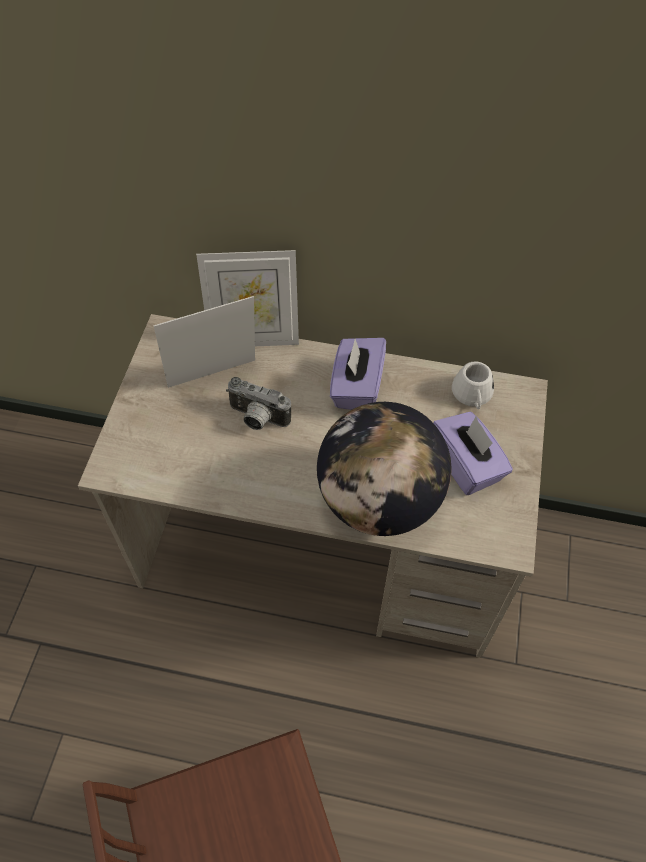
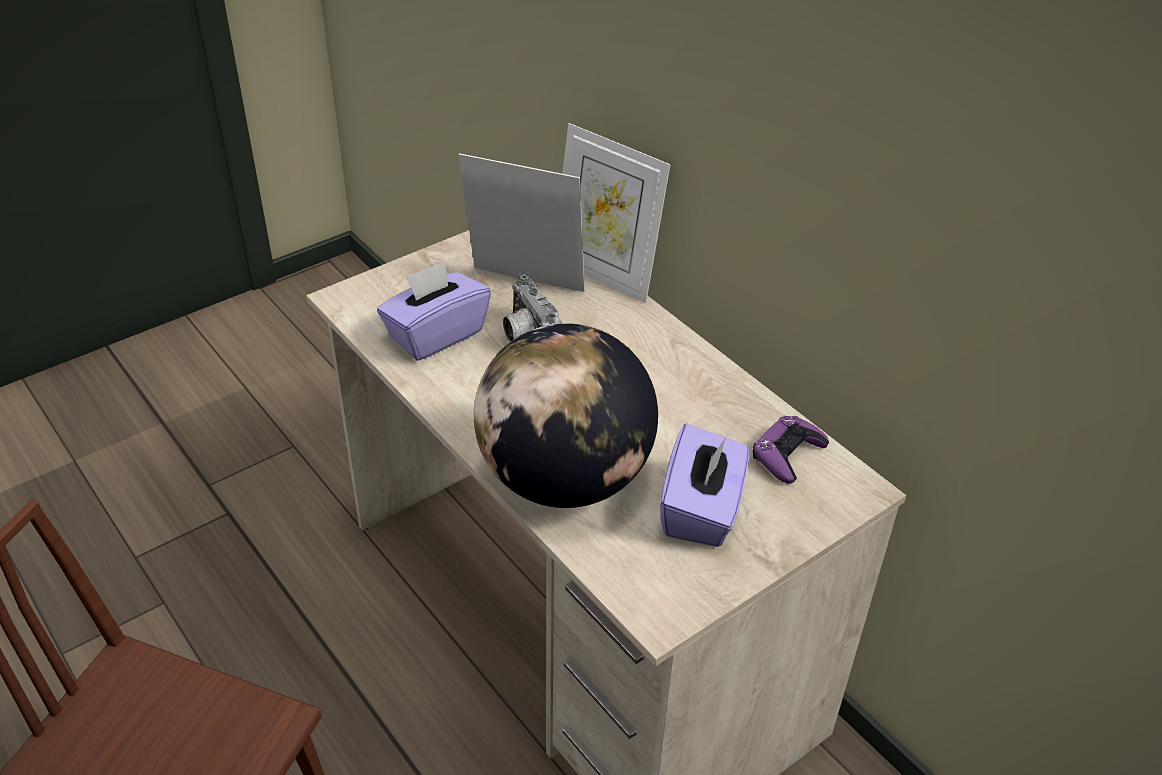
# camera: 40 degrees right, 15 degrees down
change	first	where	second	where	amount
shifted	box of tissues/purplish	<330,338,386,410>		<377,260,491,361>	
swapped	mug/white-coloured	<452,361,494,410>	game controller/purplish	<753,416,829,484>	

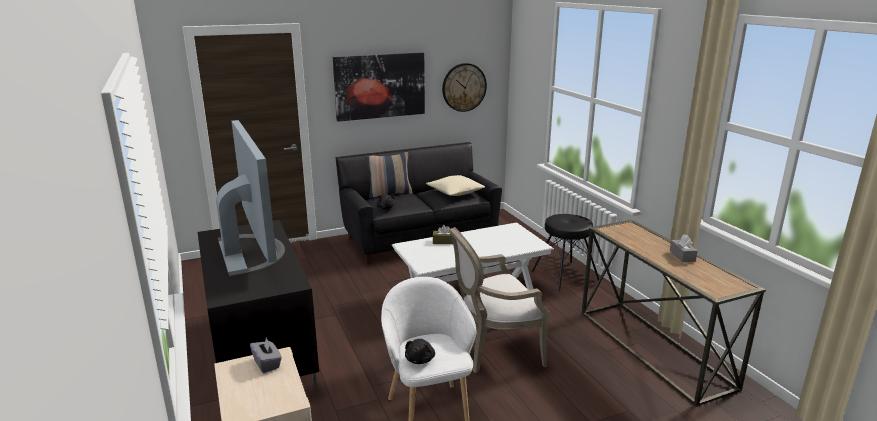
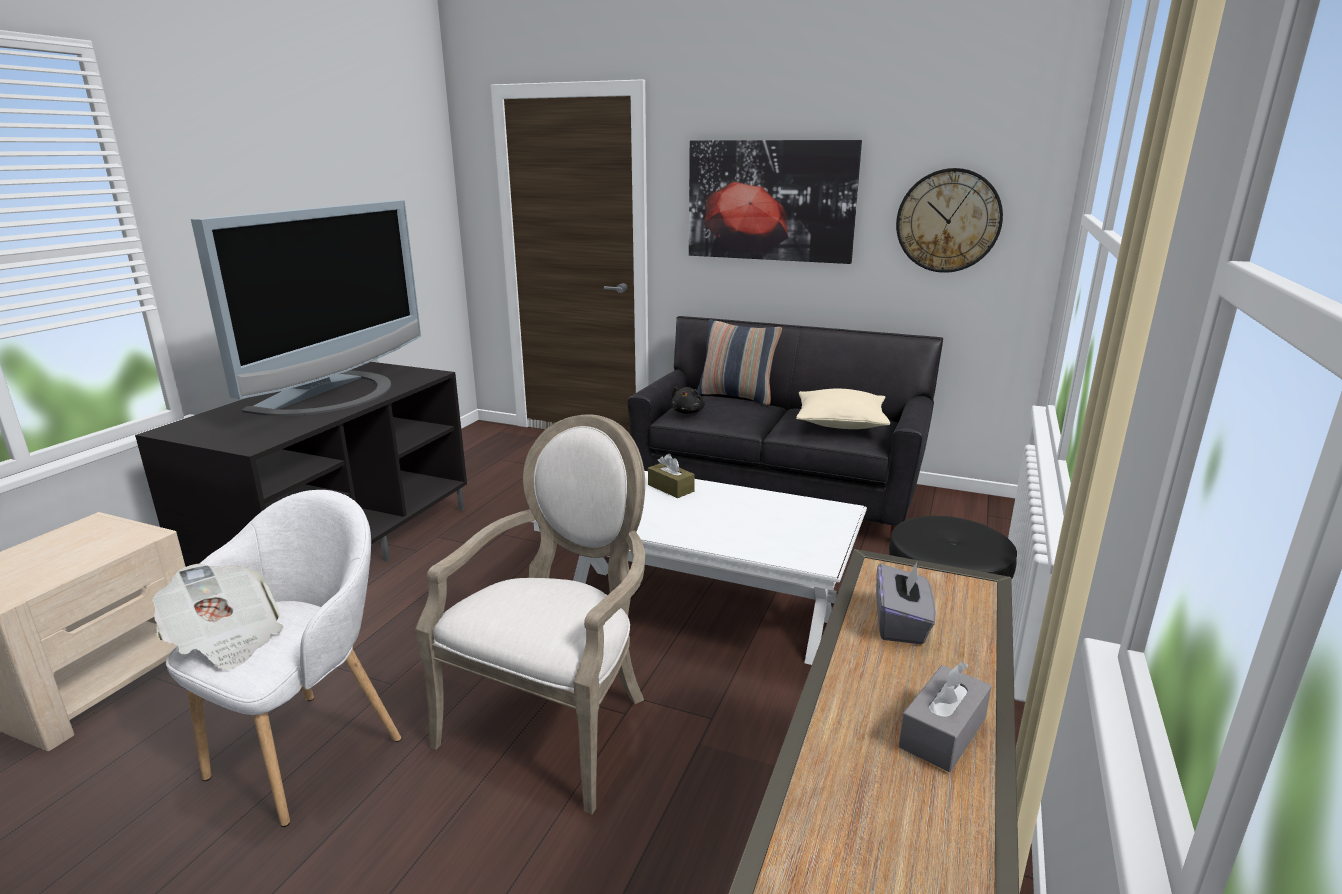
# camera: 45 degrees right, 0 degrees up
change	first	where	second	where	amount
shifted	box of tissues/grey	<250,337,282,373>		<876,563,936,644>	
swapped	cuddly toy/blackish	<405,339,435,364>	printed paper	<153,564,283,670>	
rotated	lounge chair	<449,227,550,373>		<416,415,645,815>	90 degrees clockwise

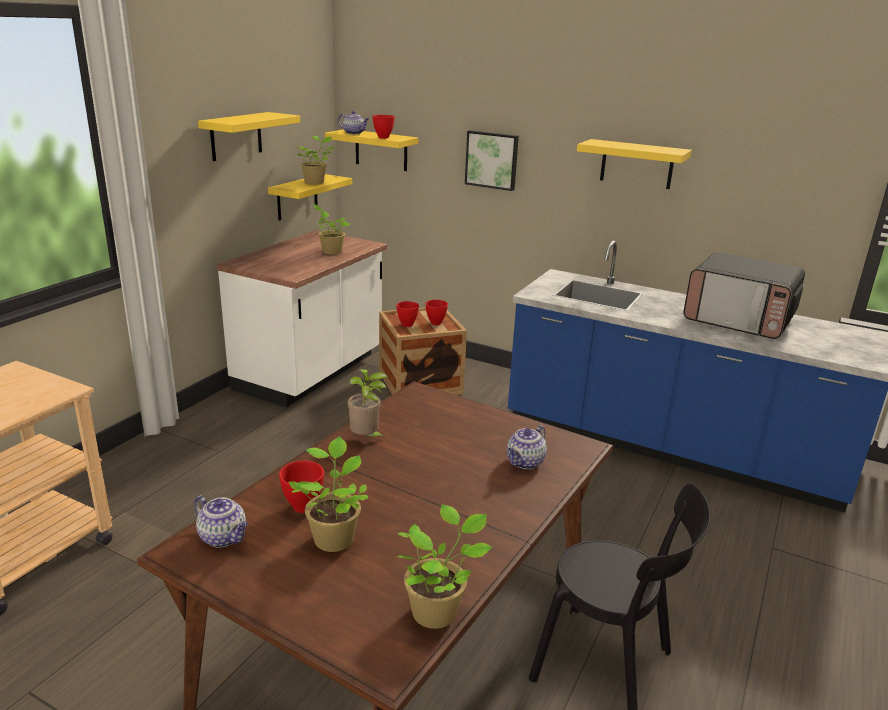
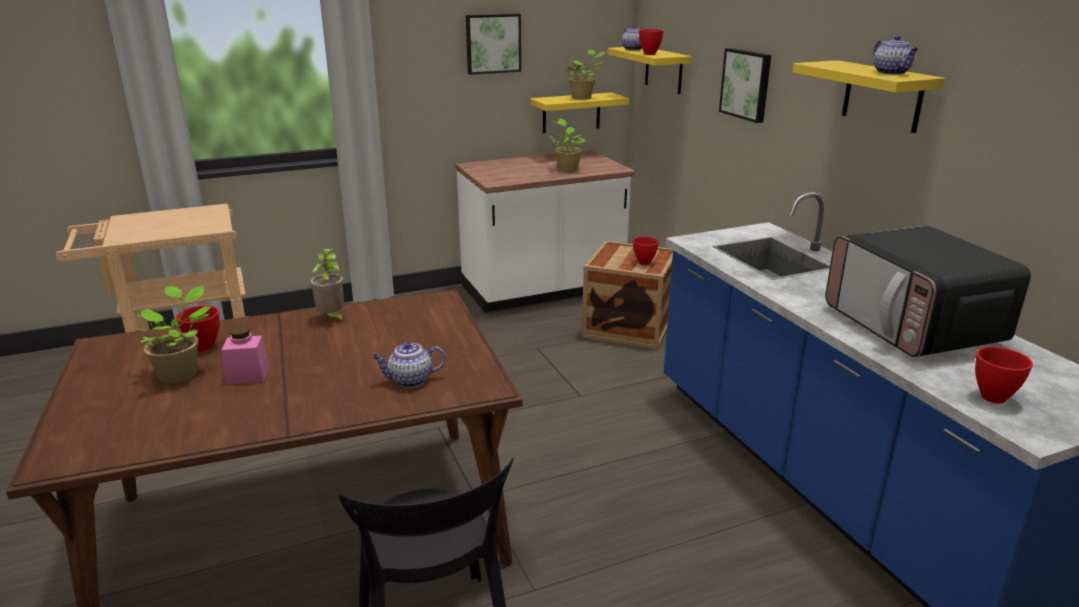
# camera: 40 degrees right, 0 degrees up
change	first	where	second	where	amount
gone	plant in a pot	<397,505,492,629>			
new			storage jar/pinkish	<221,326,269,384>	
shifted	teapot	<194,495,248,548>		<873,35,919,75>	
shifted	deep dish/red-coloured	<396,301,419,327>		<975,347,1033,404>	
swapped	bracket shelf/yellow-coloured	<198,112,300,161>	wall picture	<466,14,521,75>	

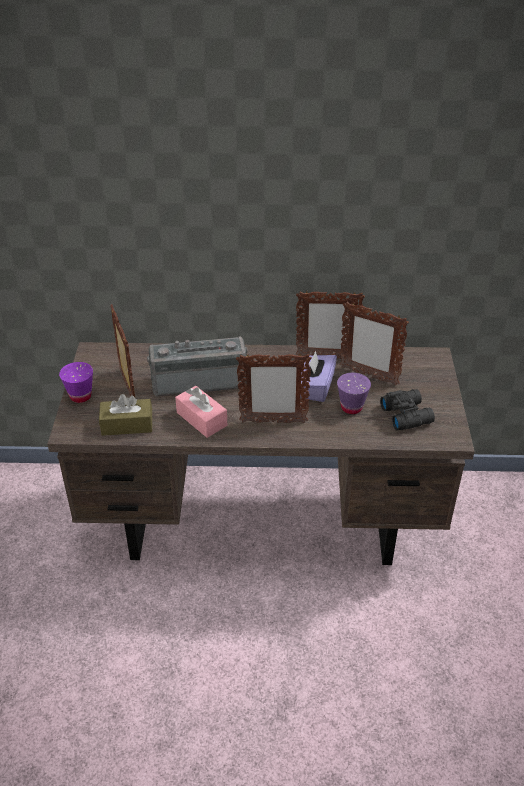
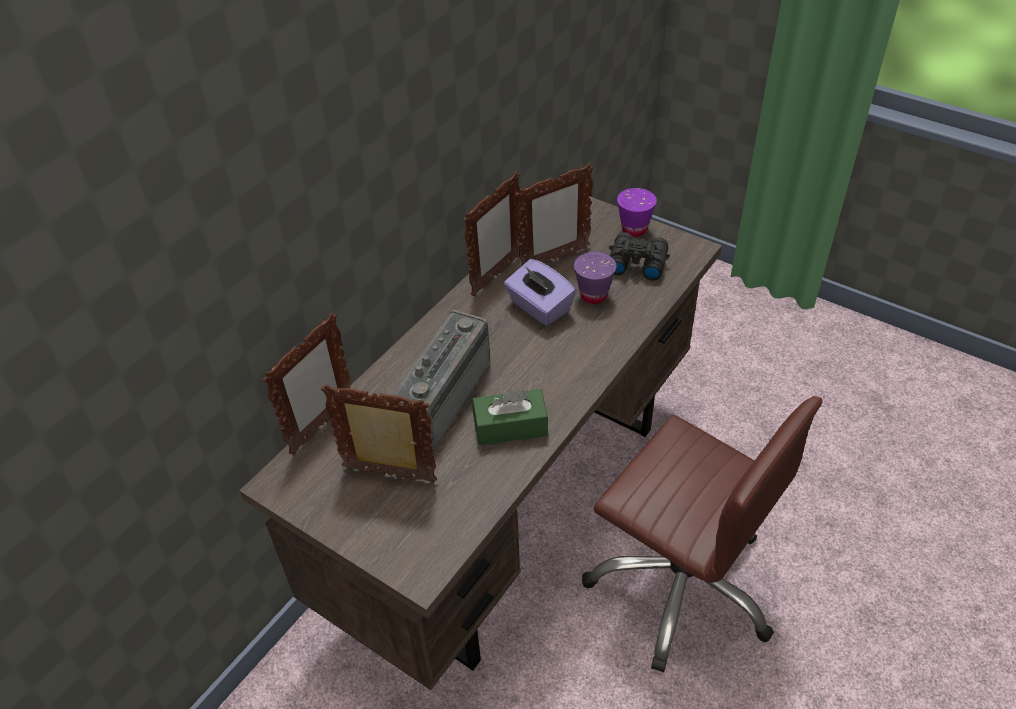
# camera: 55 degrees left, 5 degrees up
change	first	where	second	where	amount
gone	box of tissues/brownish	<99,394,152,436>			
new			office chair/brownish	<582,396,822,672>	
shifted	drinking cup/purplish	<59,362,93,403>		<617,188,657,237>	
shifted	photo frame	<236,353,312,423>		<263,313,351,455>	
repainted	box of tissues/pinkish	<175,386,227,438>	box of tissues/greenish	<472,389,548,445>	

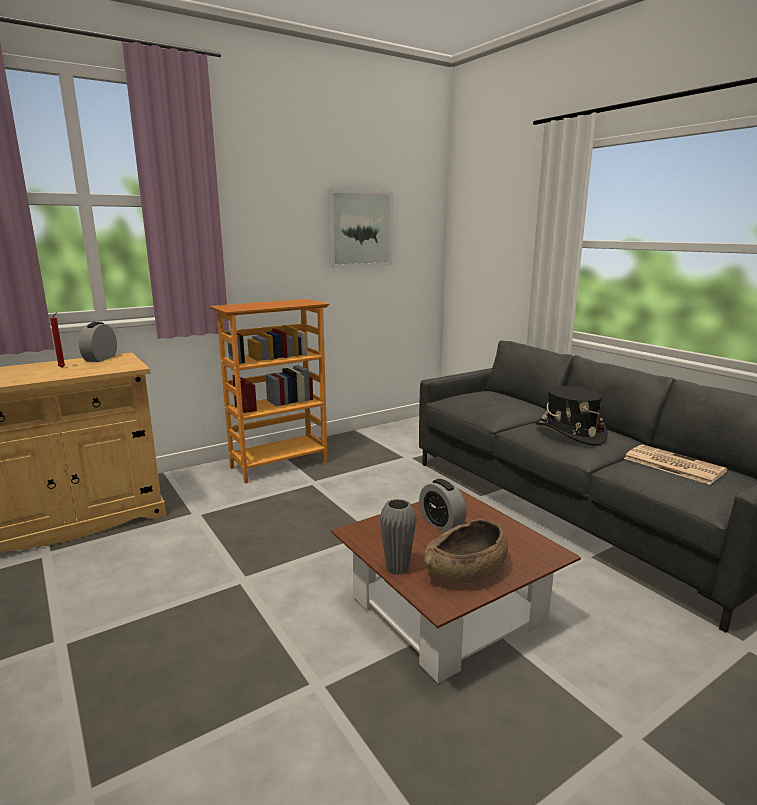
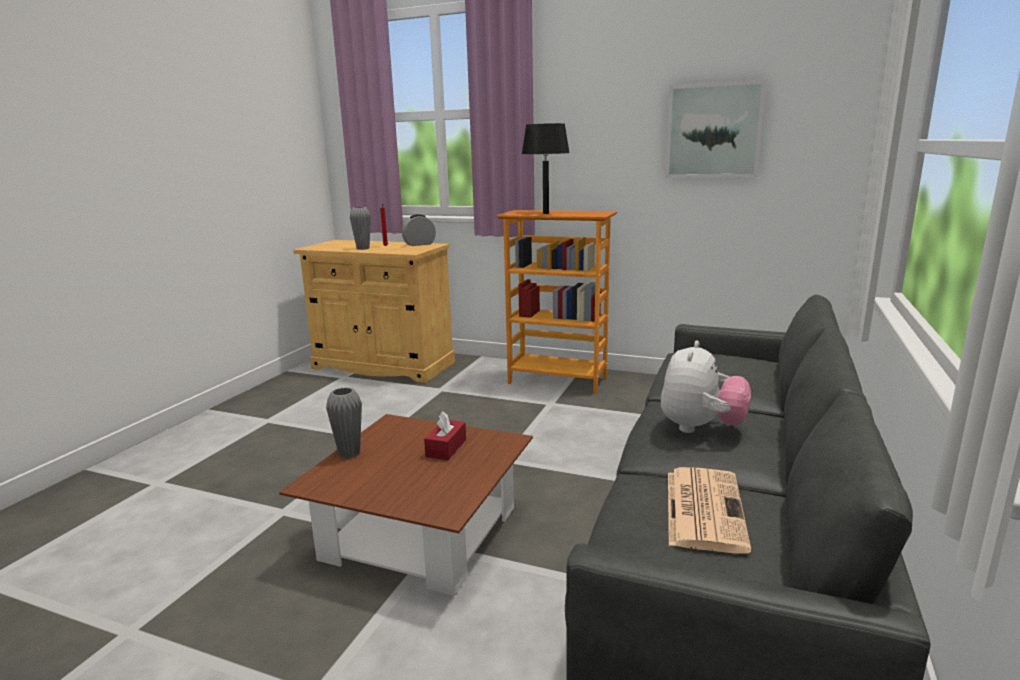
# camera: 55 degrees right, 0 degrees up
change	first	where	second	where	amount
gone	deep dish/brownish	<424,519,508,583>			
new			flower vase/grey	<350,207,371,250>	
new			table lamp/blackish	<522,123,570,214>	
swapped	table clock	<419,479,467,533>	box of tissues/red-coloured	<424,411,466,460>	
swapped	clothing hat/blackish	<535,386,608,446>	cuddly toy	<661,340,751,433>	

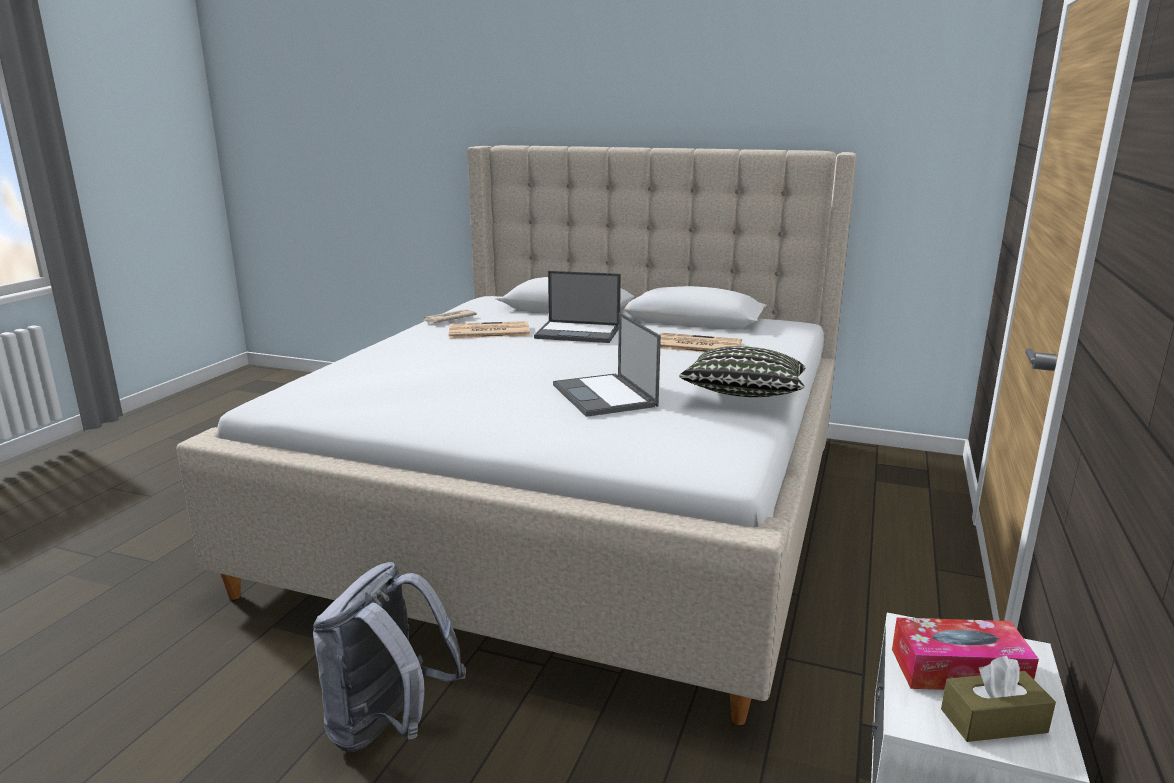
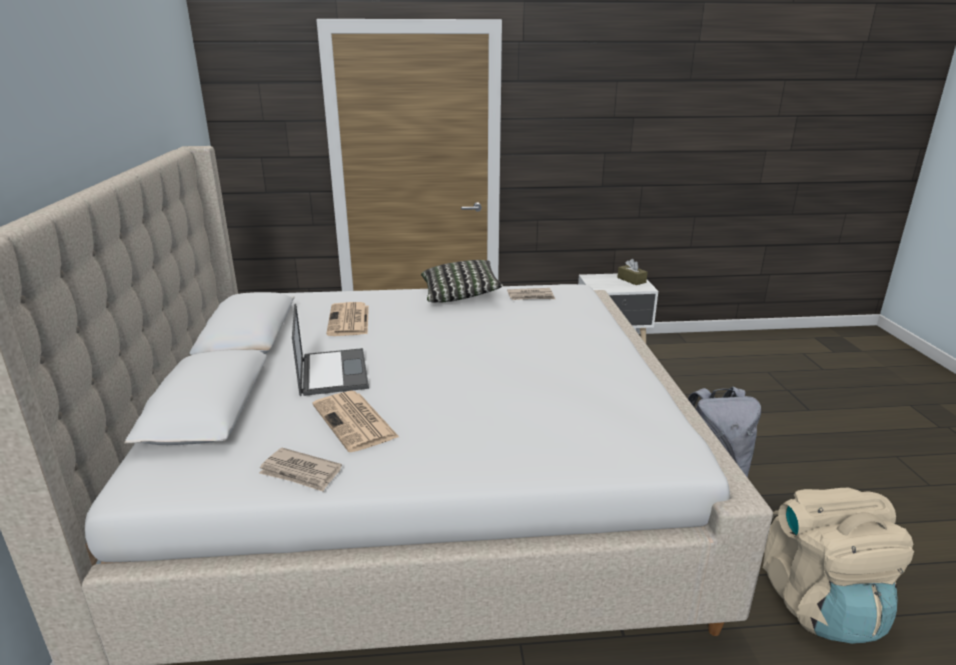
# camera: 115 degrees left, 5 degrees up
change	first	where	second	where	amount
gone	notebook computer	<553,312,661,417>			
gone	box of tissues	<892,618,1039,690>			
new			printed paper	<507,288,555,300>	
new			knapsack/beige-coloured	<763,487,914,644>	

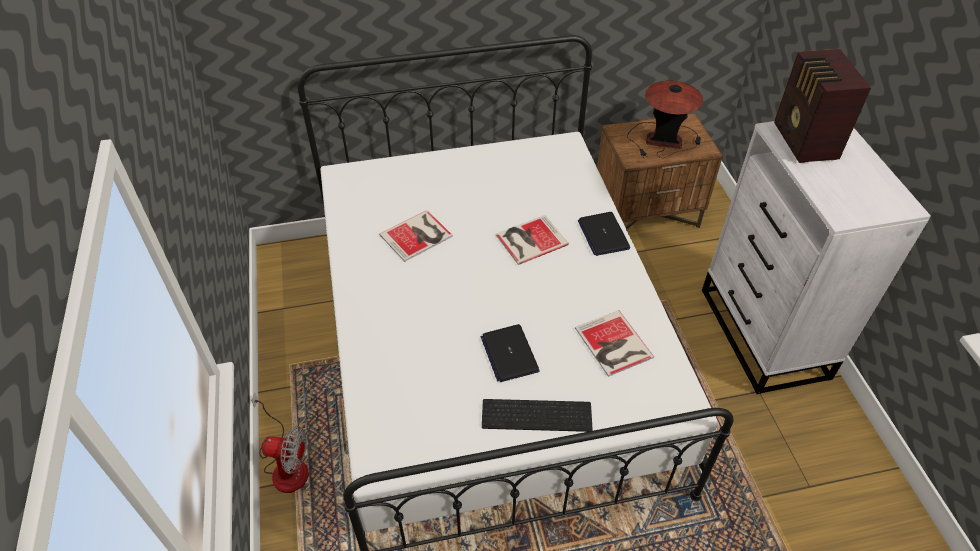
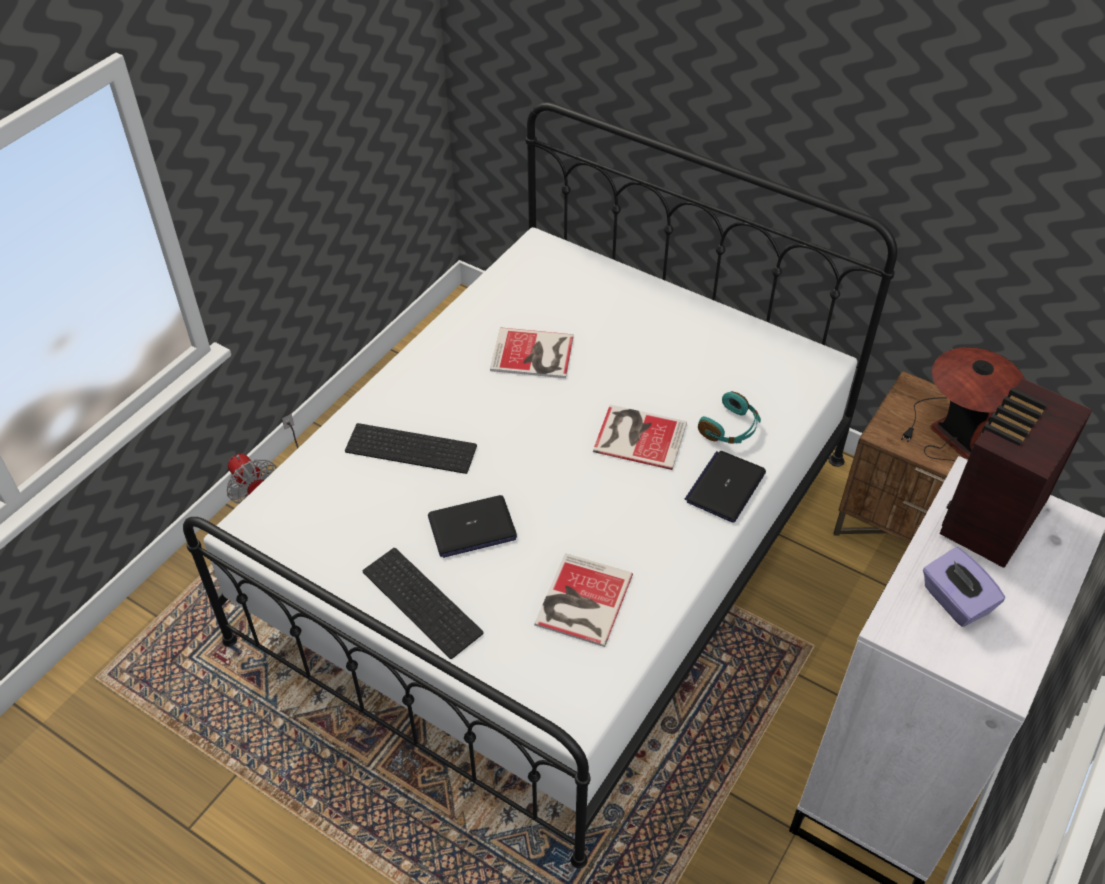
# camera: 45 degrees right, 0 degrees up
change	first	where	second	where	amount
new			PC keyboard	<345,423,477,474>	
new			pair of headphones/blue-green	<698,391,761,444>	
new			box of tissues/purplish	<923,547,1005,627>	
rotated	notebook computer	<481,324,540,382>		<428,495,517,558>	135 degrees counterclockwise

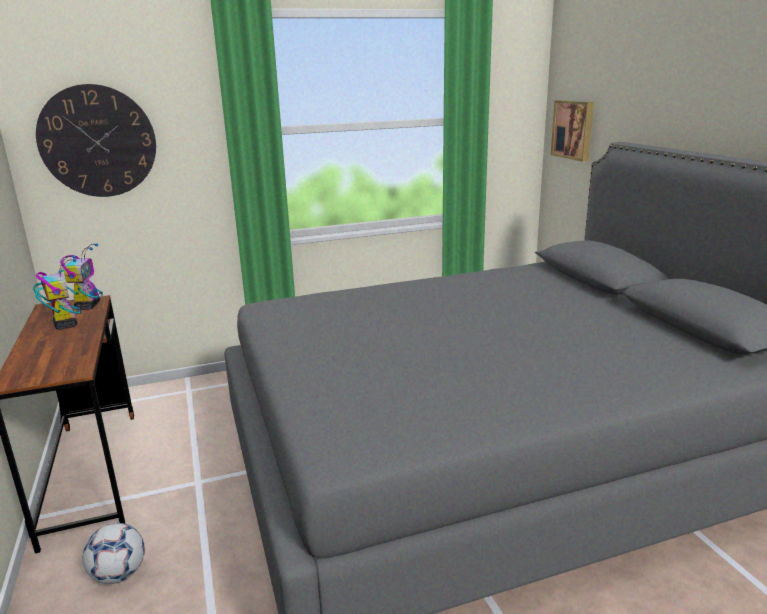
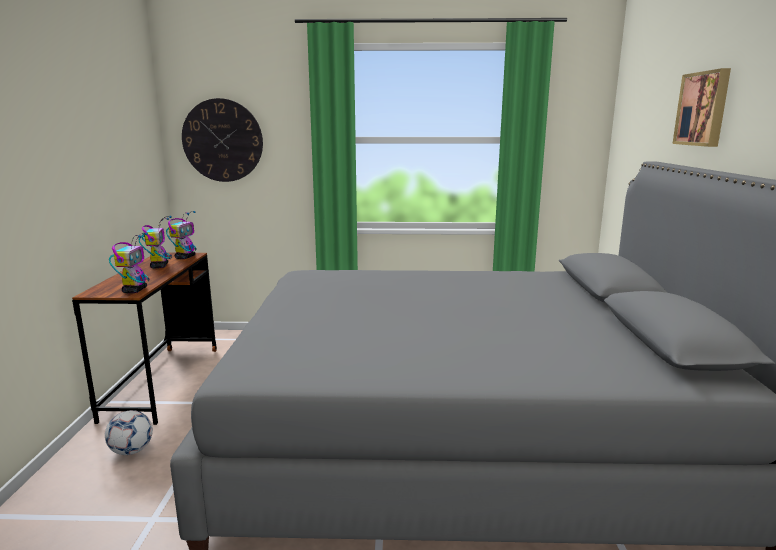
# camera: 20 degrees right, 5 degrees down
change	first	where	second	where	amount
new			toy robot	<109,232,149,293>	
shifted	wall picture	<551,100,594,162>		<672,68,731,147>	

